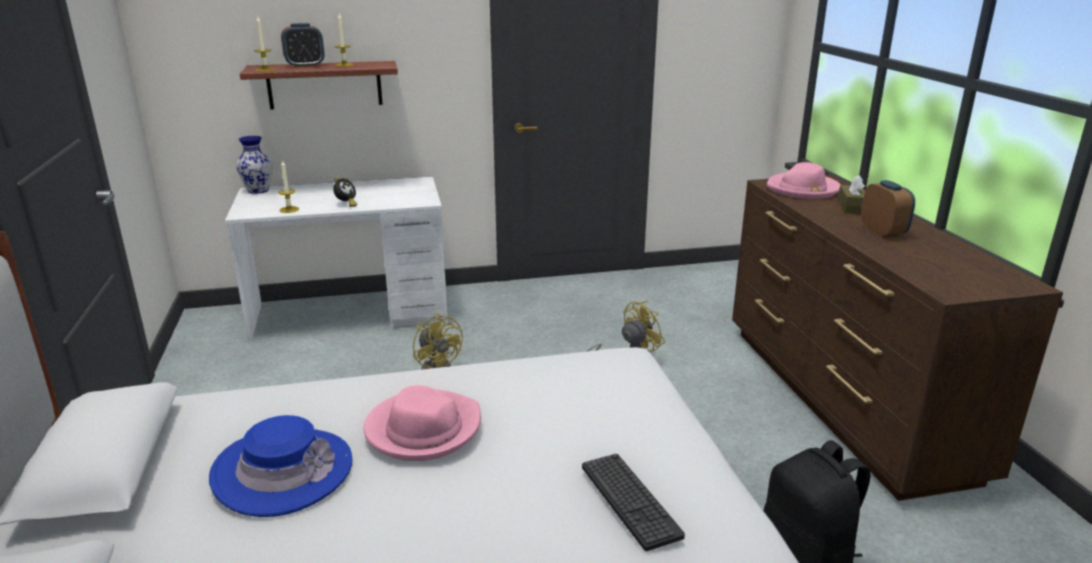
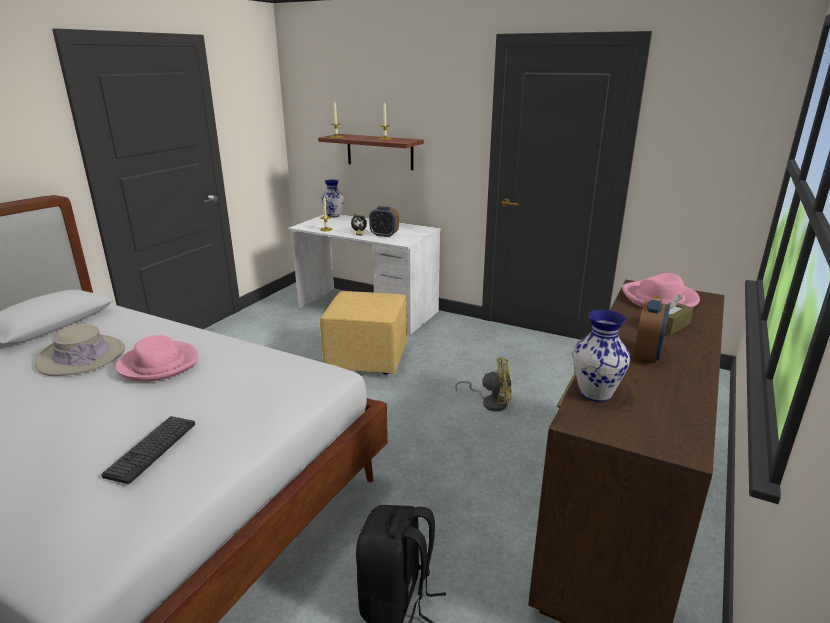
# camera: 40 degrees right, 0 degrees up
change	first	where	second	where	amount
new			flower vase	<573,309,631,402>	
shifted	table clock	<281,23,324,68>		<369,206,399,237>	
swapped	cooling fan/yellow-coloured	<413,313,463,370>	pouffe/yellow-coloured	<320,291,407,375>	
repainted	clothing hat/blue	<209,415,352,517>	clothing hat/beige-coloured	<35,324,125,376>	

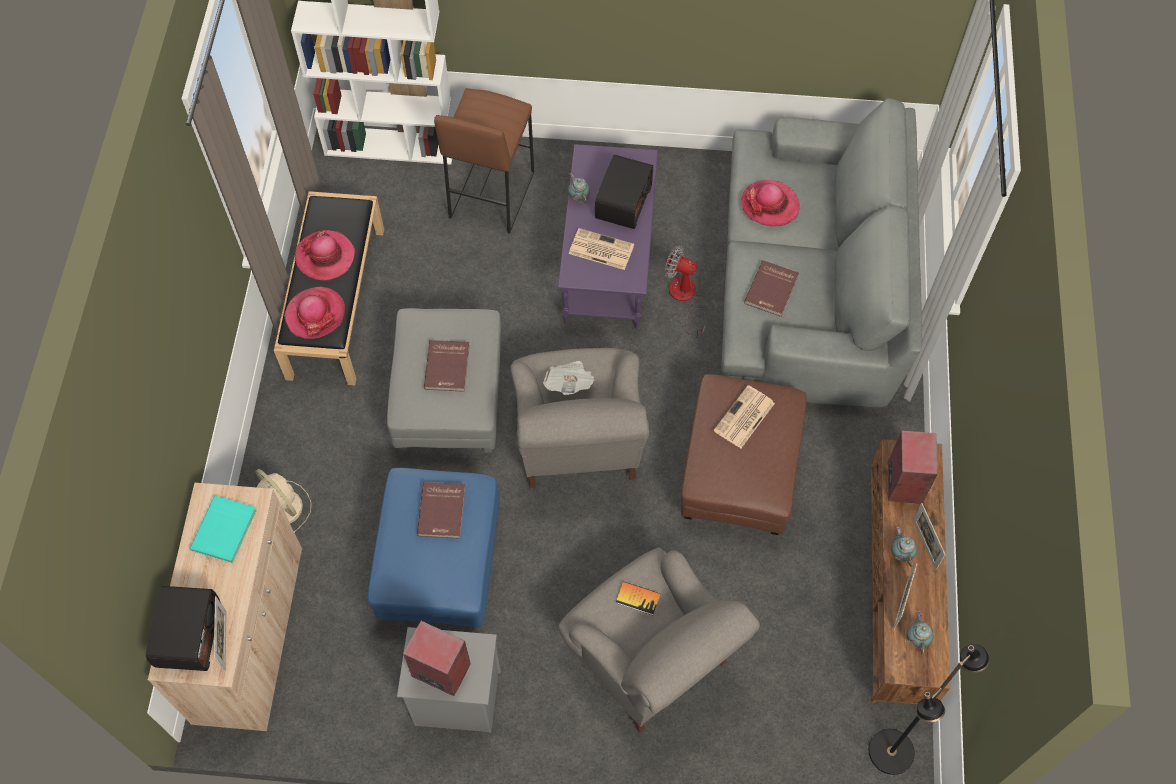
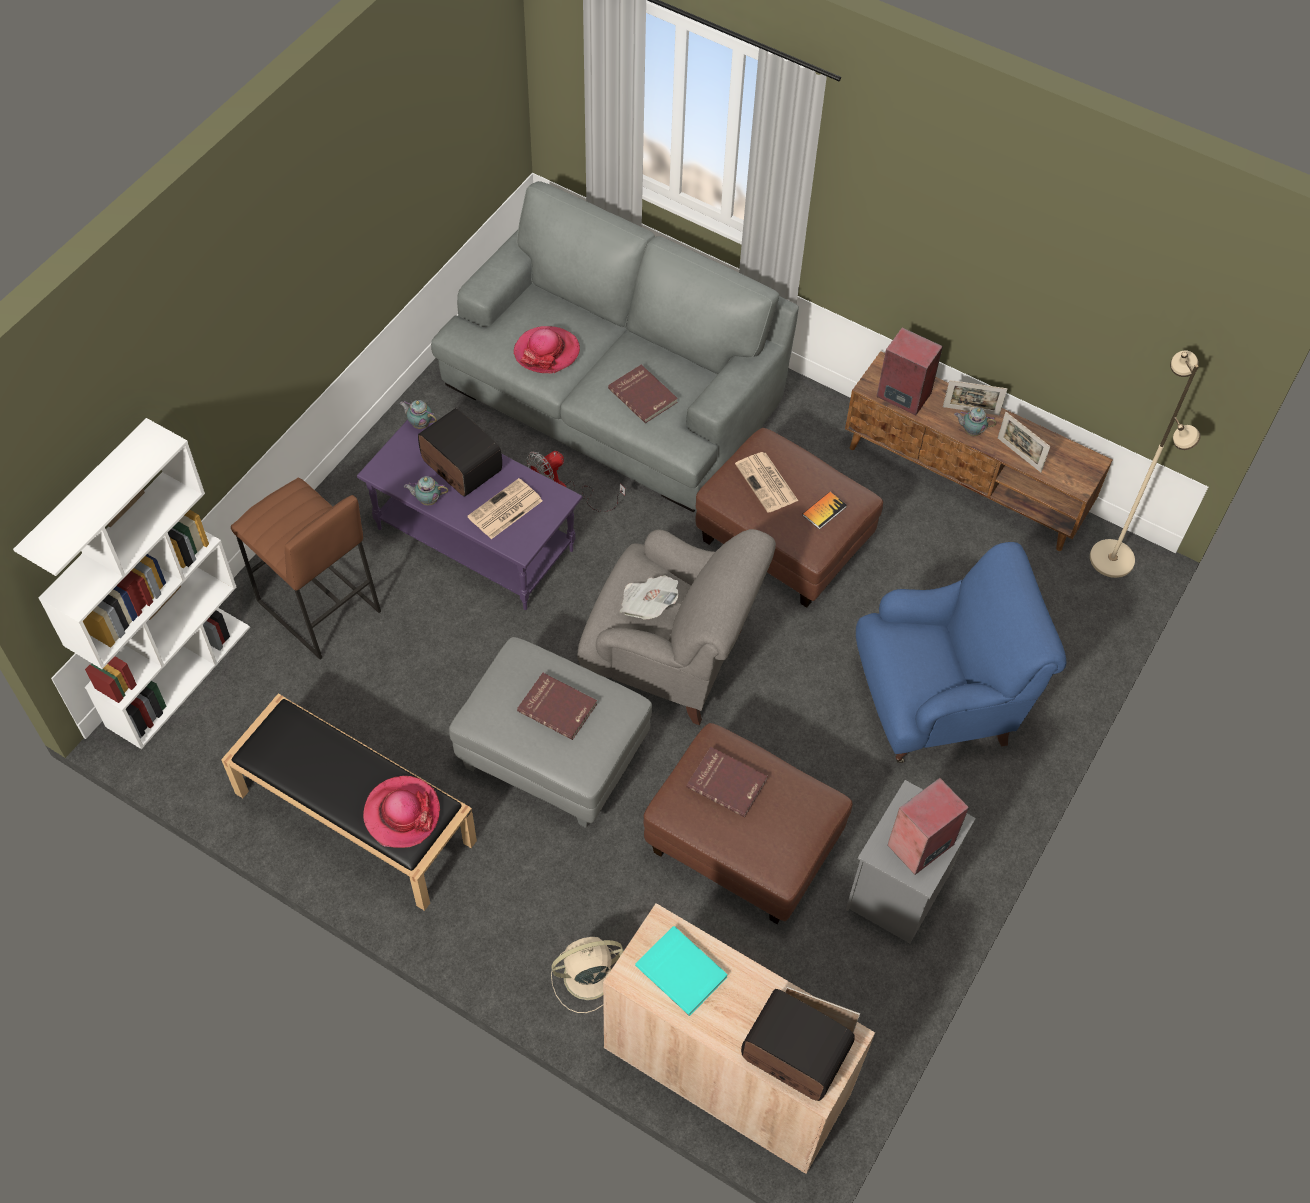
# camera: 65 degrees left, 5 degrees down
change	first	where	second	where	amount
gone	clothing hat	<295,230,355,281>			
shifted	book	<616,581,660,615>		<802,492,847,530>	
shifted	teapot	<907,611,934,654>		<399,400,437,429>	
repainted	pouffe/blue	<367,468,499,627>	pouffe/brownish	<644,723,853,924>	
repainted	lounge chair/grey	<558,548,760,733>	lounge chair/blue	<856,542,1066,763>	
repainted	standard lamp/blackish	<869,644,990,775>	standard lamp/beige-coloured	<1090,350,1201,578>	

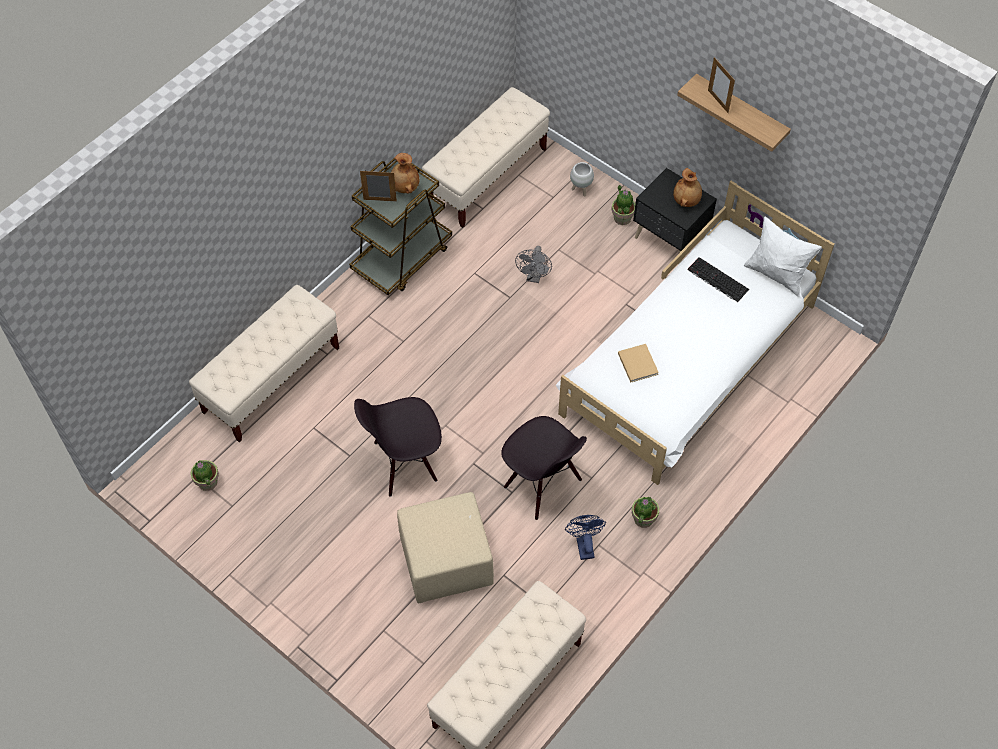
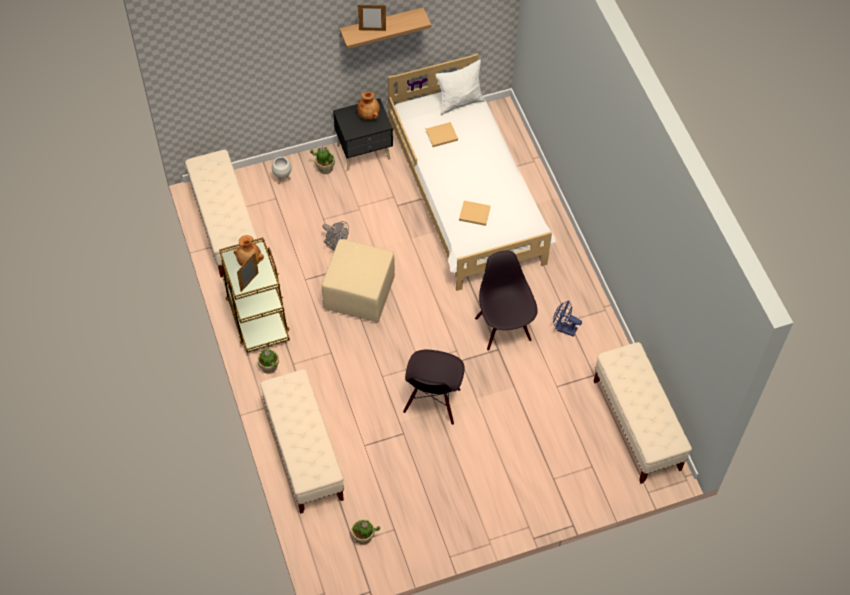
# camera: 60 degrees left, 0 degrees up
change	first	where	second	where	amount
shifted	pouffe/beige-coloured	<397,492,494,603>		<322,239,395,322>	
shifted	plant in a pot	<632,497,659,528>		<257,349,279,374>	
swapped	PC keyboard	<687,257,749,302>	book/beige-coloured	<426,122,458,147>	
rotated	chair/blackish	<501,416,587,520>		<475,251,537,351>	90 degrees counterclockwise

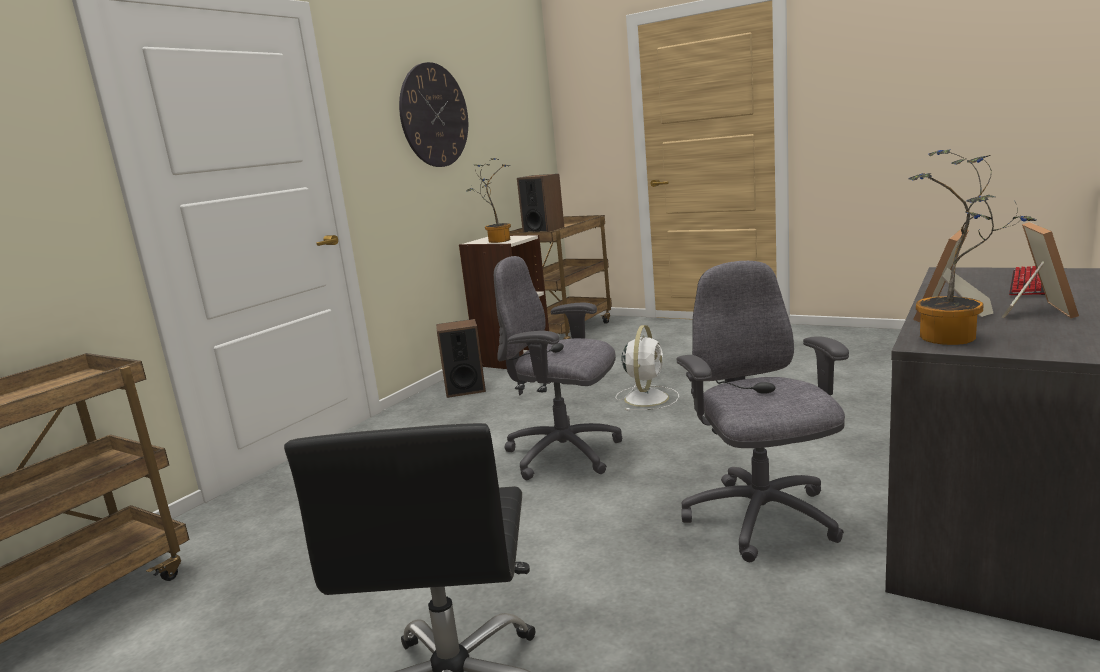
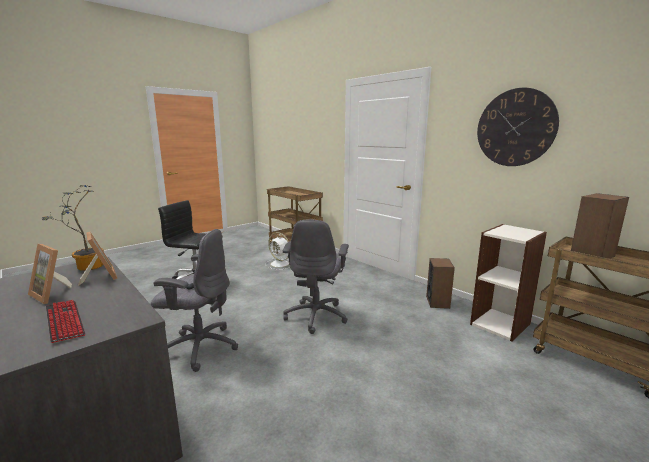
# camera: 105 degrees right, 0 degrees up
change	first	where	second	where	amount
gone	plant in a pot	<467,158,511,243>			
shifted	cooling fan/white-coloured	<616,325,679,411>		<266,232,290,270>	
rotated	office chair/grey	<494,256,622,480>		<283,219,349,334>	150 degrees clockwise

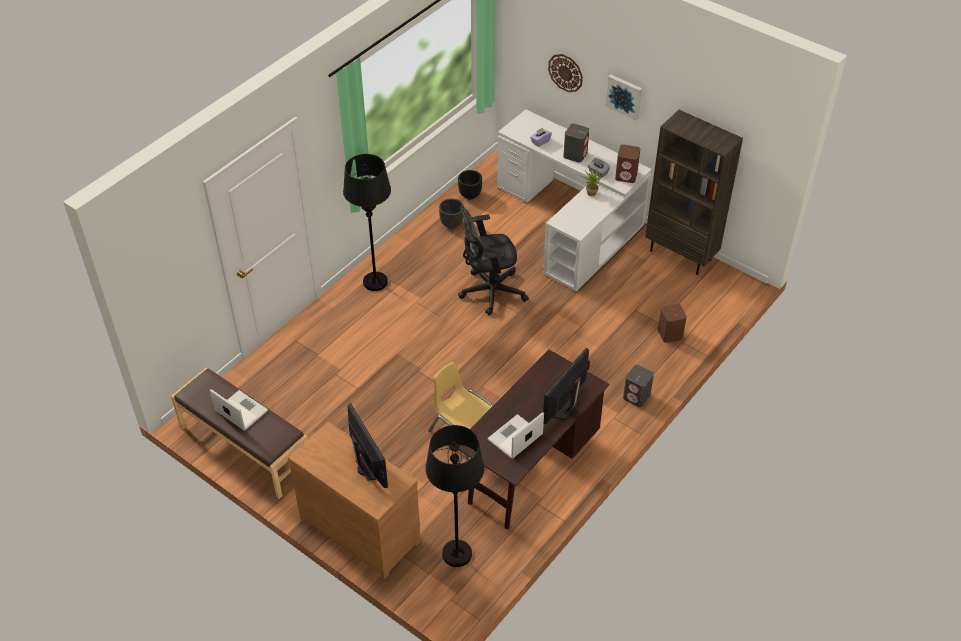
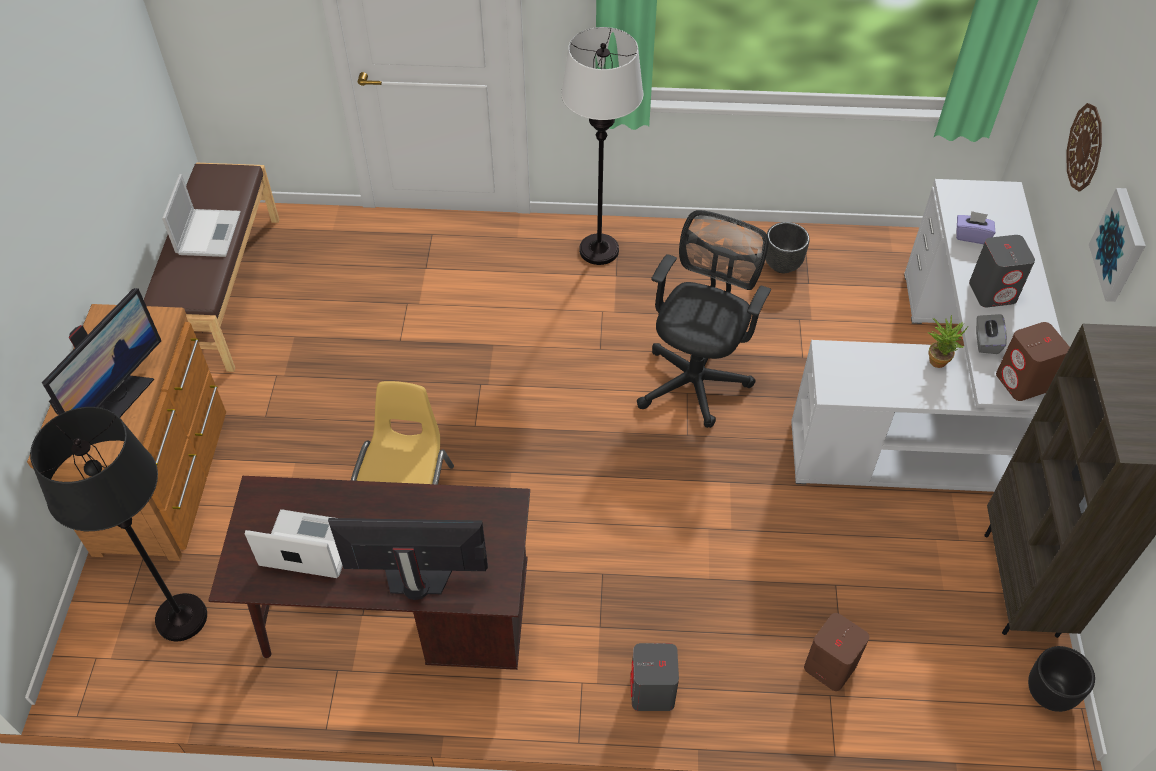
# camera: 55 degrees right, 5 degrees up
change	first	where	second	where	amount
shifted	flower pot/blackish	<458,170,482,200>		<1028,646,1095,712>	
repainted	standard lamp/blackish	<343,154,391,291>	standard lamp/white-coloured	<561,27,643,265>	
rotated	office chair/blackish	<458,206,529,315>		<637,210,771,428>	75 degrees clockwise

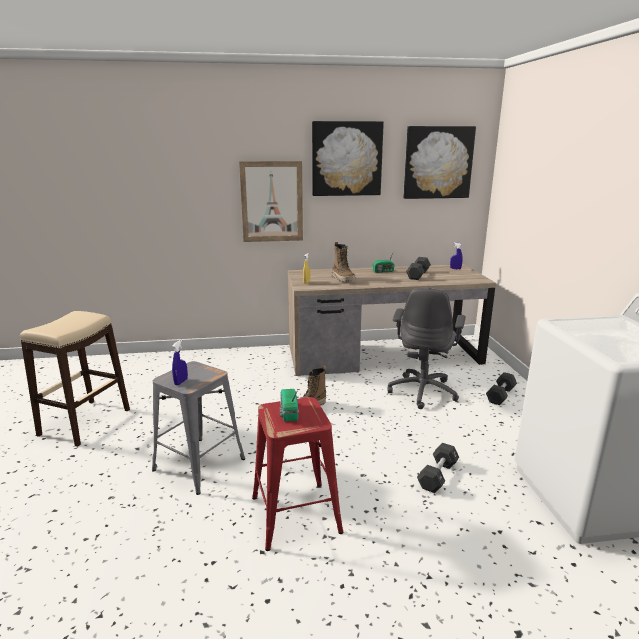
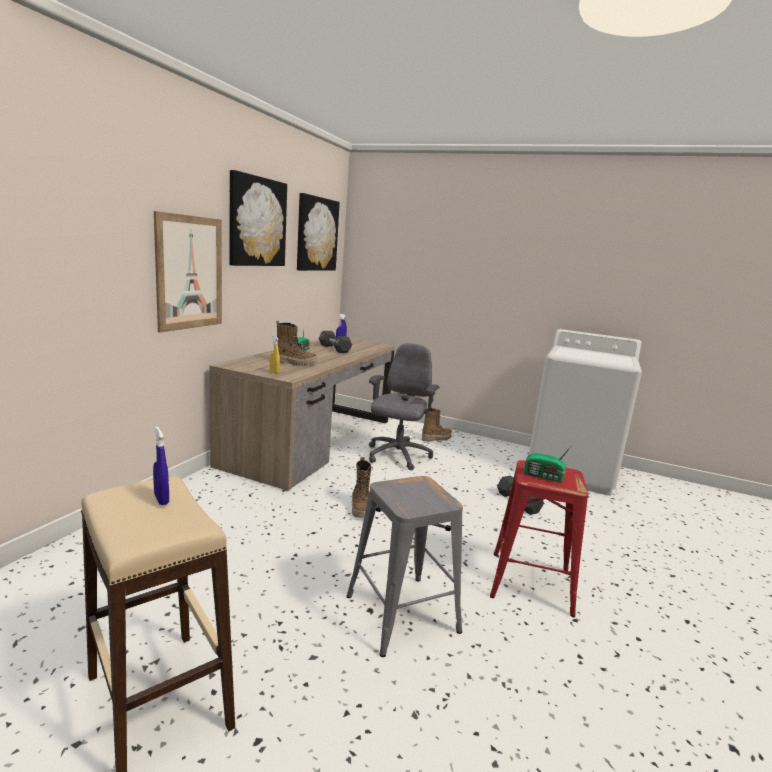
# camera: 60 degrees left, 5 degrees down
change	first	where	second	where	amount
shifted	spray bottle/blue	<172,340,188,385>		<153,426,169,505>	
swapped	dumbbell/blackish	<486,372,517,405>	tall boot	<422,408,452,442>	
rotated	office chair/grey	<387,288,466,409>		<369,343,440,471>	120 degrees counterclockwise

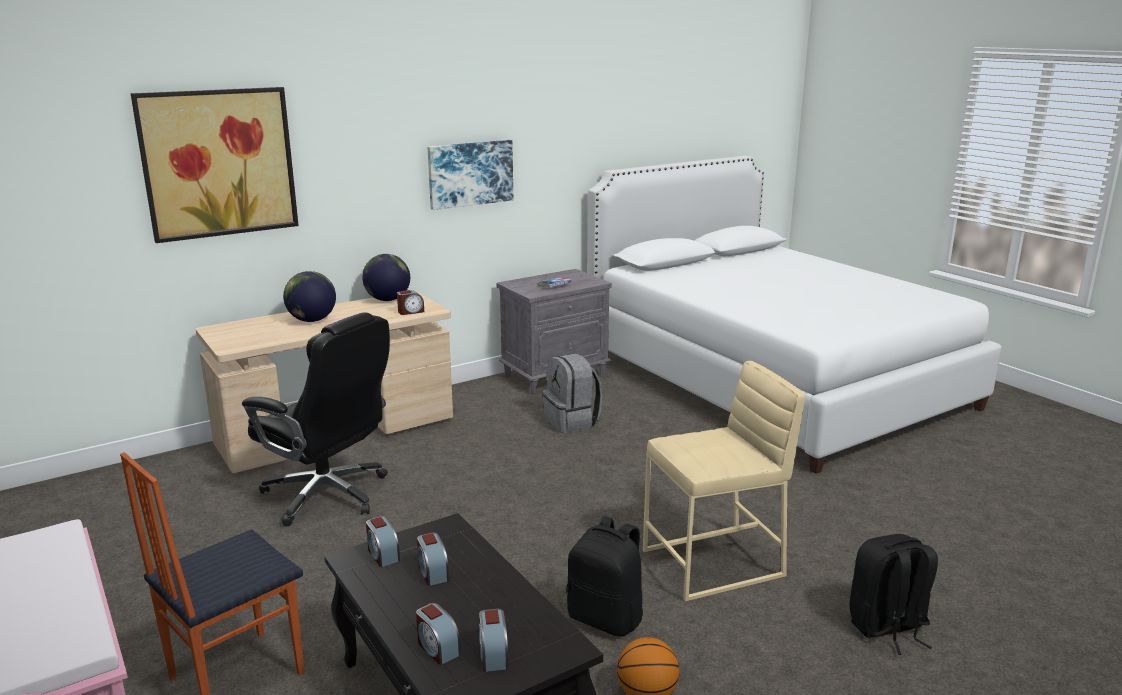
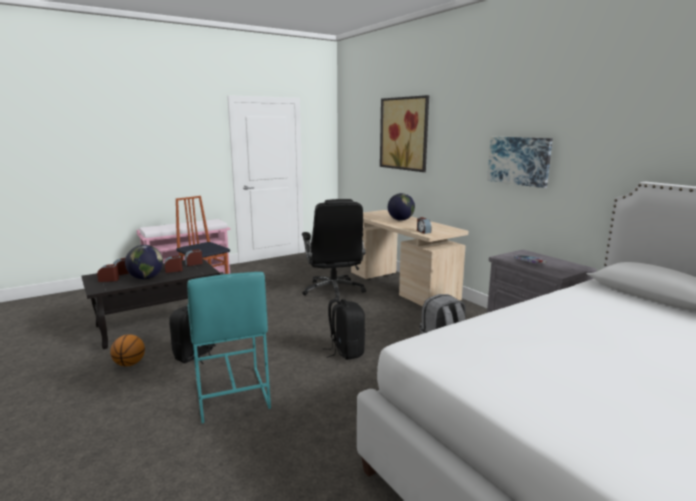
# camera: 90 degrees right, 5 degrees down
change	first	where	second	where	amount
shifted	globe	<362,254,410,301>		<125,245,163,280>	
shifted	knapsack/blackish	<850,534,938,655>		<323,299,365,360>	
repainted	stool/beige-coloured	<643,361,805,601>	stool/blue-green	<187,272,271,423>	
rotated	office chair/blackish	<242,312,390,526>		<302,199,366,301>	45 degrees counterclockwise

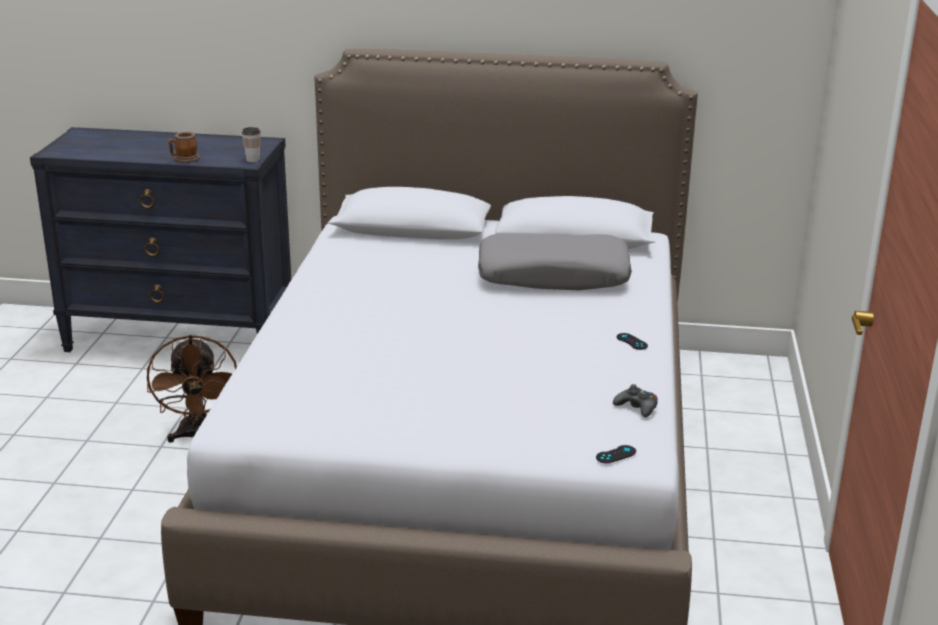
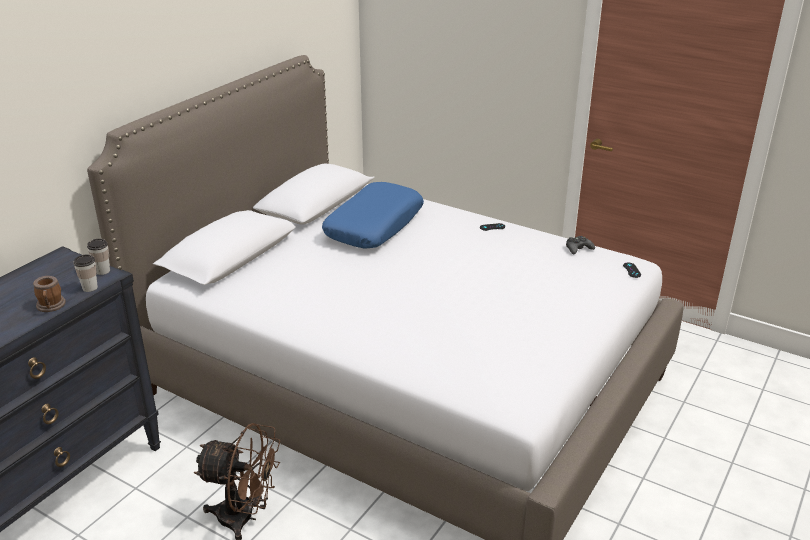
# camera: 65 degrees left, 5 degrees up
change	first	where	second	where	amount
new			drinking cup	<73,254,98,292>	
repainted	pillow/grey	<478,233,632,291>	pillow/blue	<322,182,424,249>	

